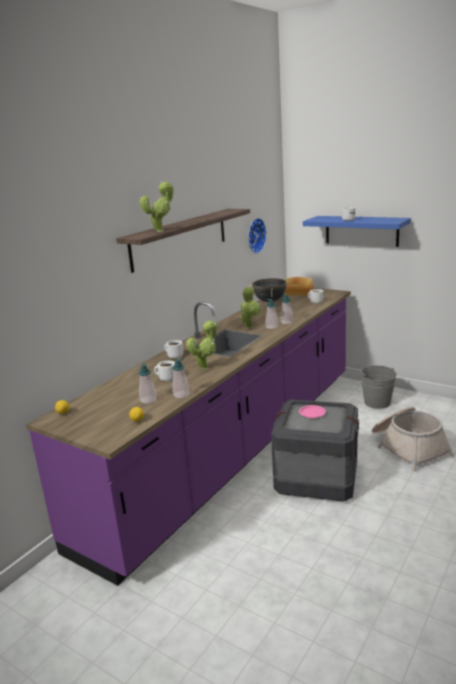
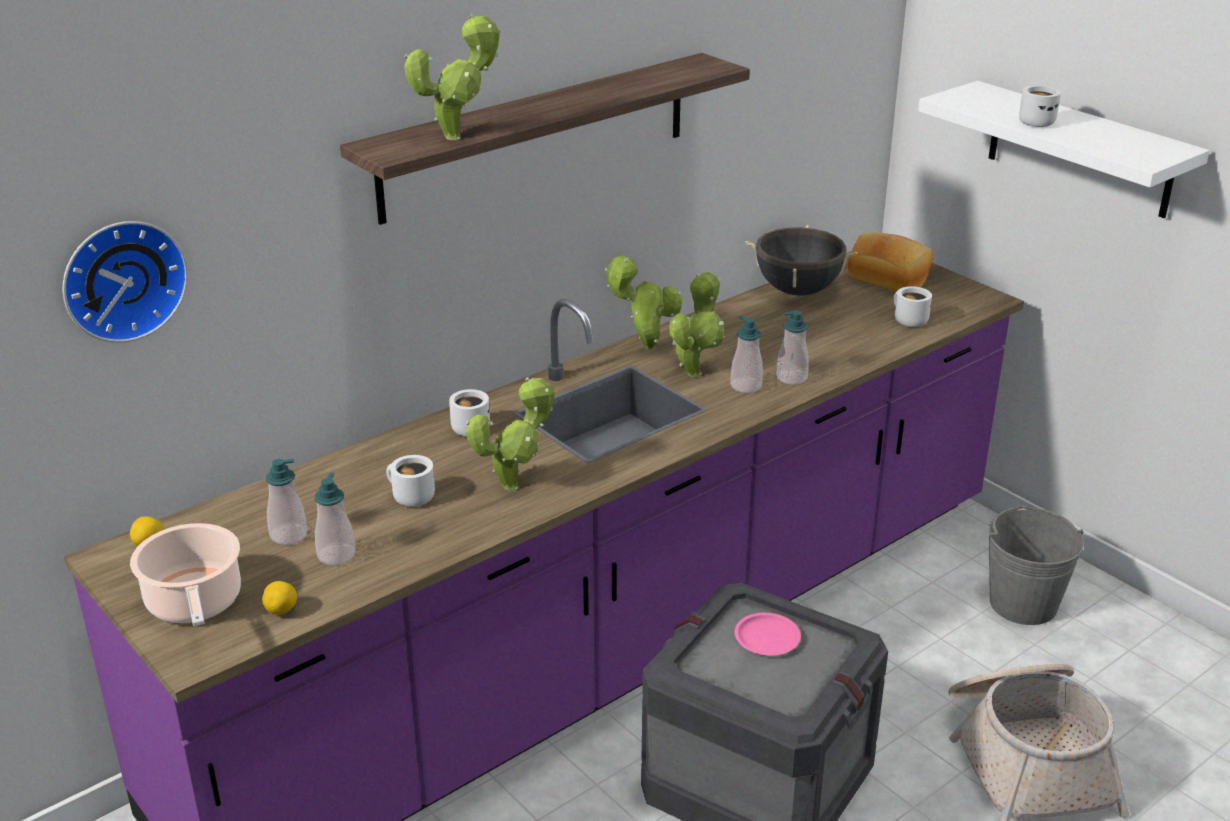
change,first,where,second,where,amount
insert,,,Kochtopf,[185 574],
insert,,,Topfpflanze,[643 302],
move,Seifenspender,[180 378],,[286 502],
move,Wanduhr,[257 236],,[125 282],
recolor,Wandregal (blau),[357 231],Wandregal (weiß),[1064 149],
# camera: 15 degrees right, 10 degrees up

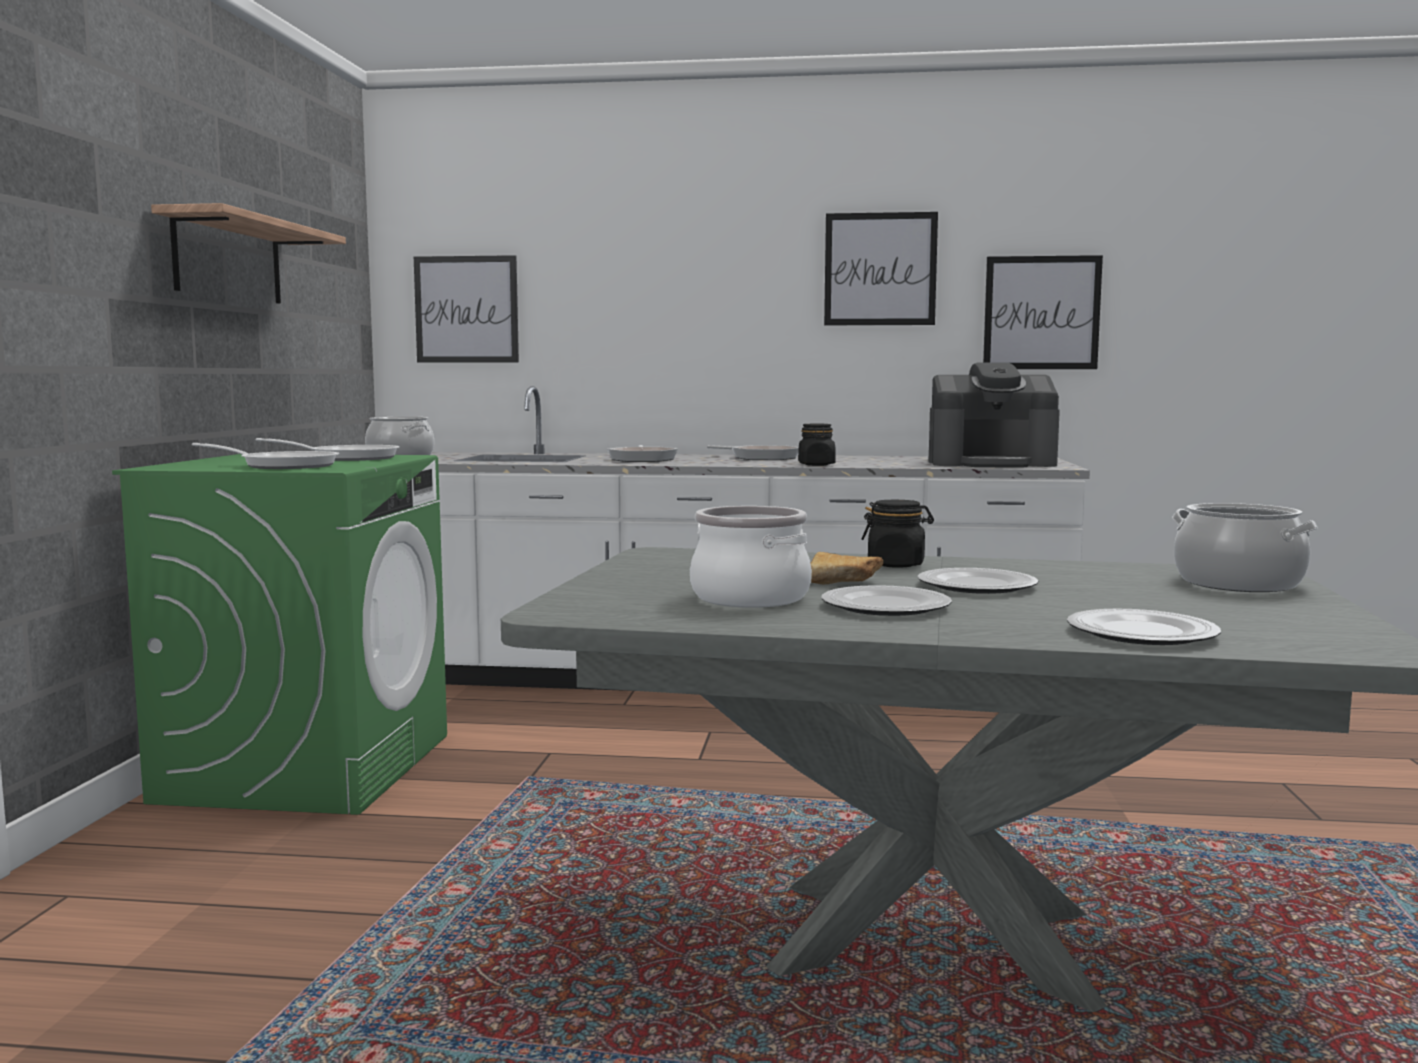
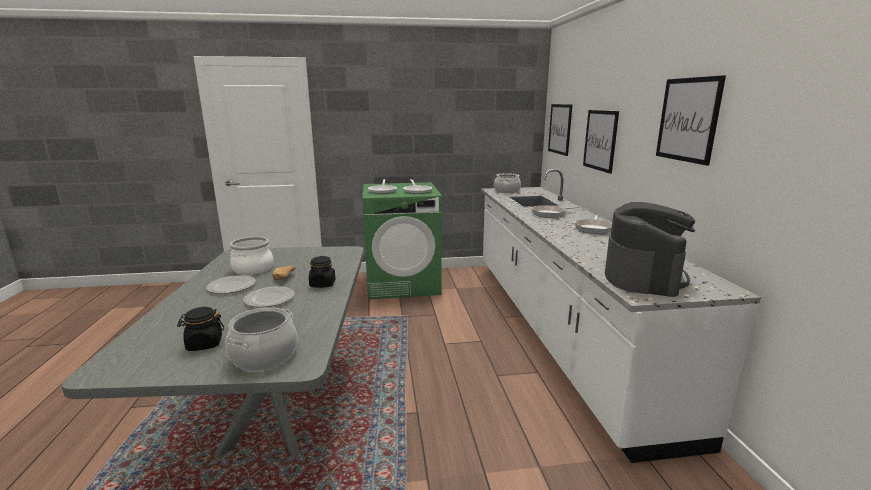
change,first,where,second,where,amount
delete,Wandregal,[248 253],,,
delete,Teller,[1144 627],,,
move,Vorratsglas (schwarz),[817 445],,[200 329],
move,Bild,[1043 312],,[601 142],
rotate,Kaffeemaschine,[994 415],,[650 249],150 degrees counterclockwise
# camera: 75 degrees right, 10 degrees up

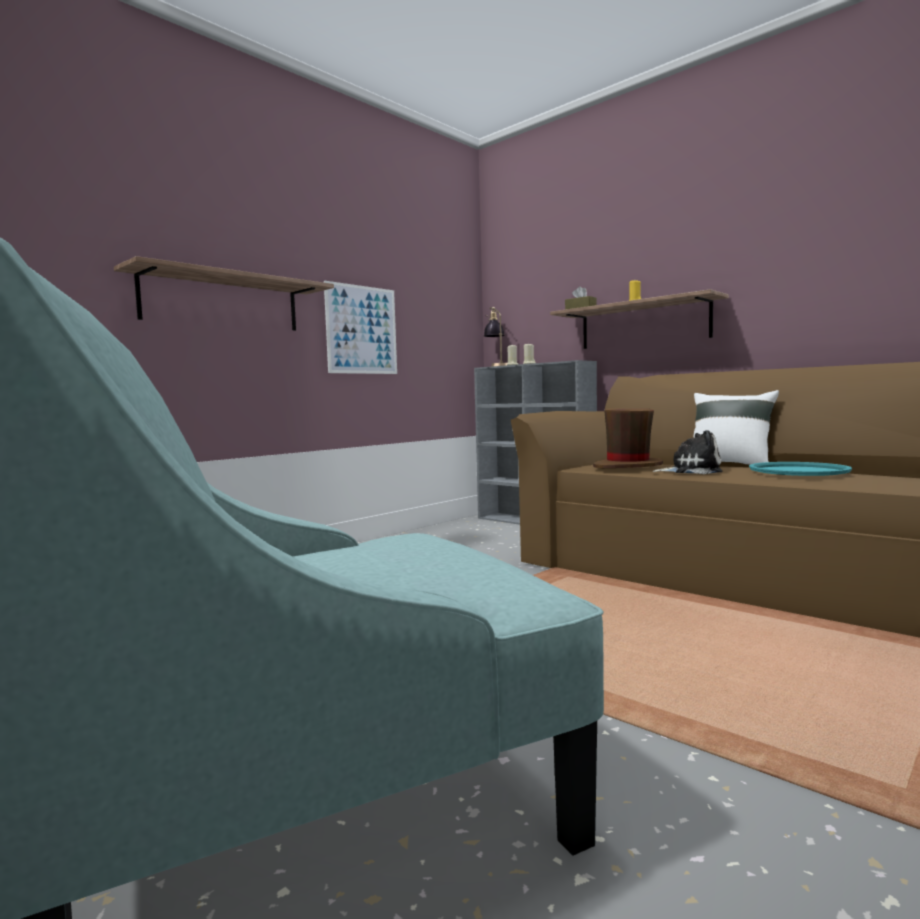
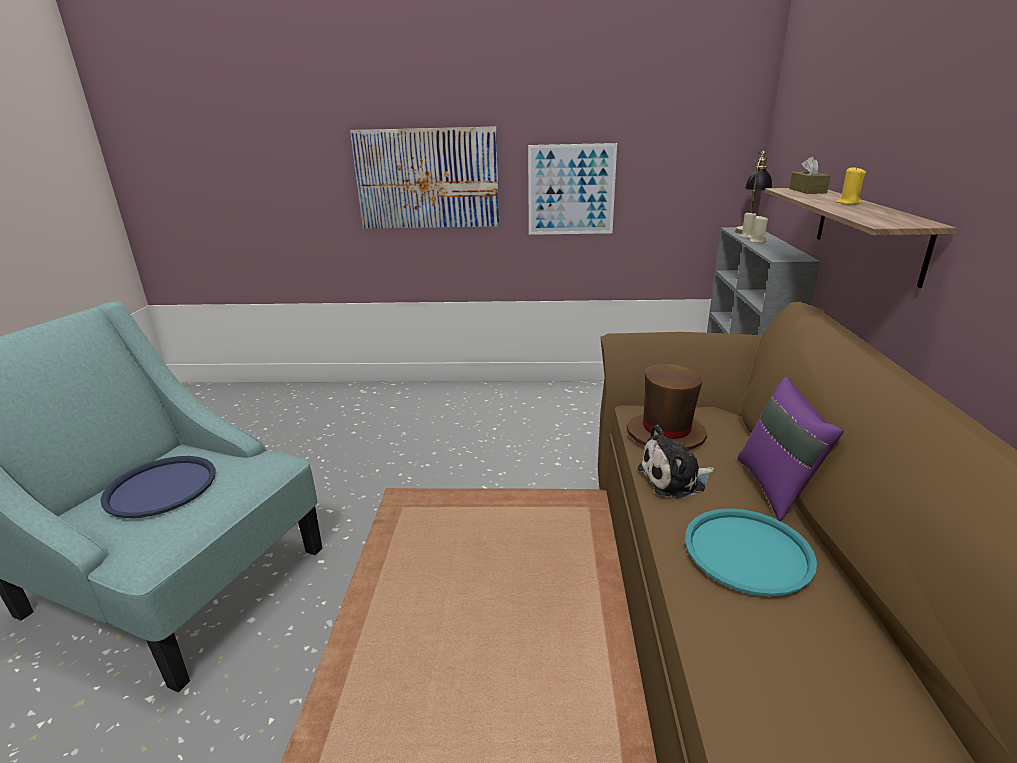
change,first,where,second,where,amount
insert,,,Tablett (blau),[158 487],
replace,Wandregal,[224 293],Bild,[424 177],
recolor,Kissen (weiß),[736 427],Kissen (lila),[790 449],
rotate,Plüschtier,[687 452],,[676 462],105 degrees clockwise
# camera: 50 degrees right, 20 degrees up

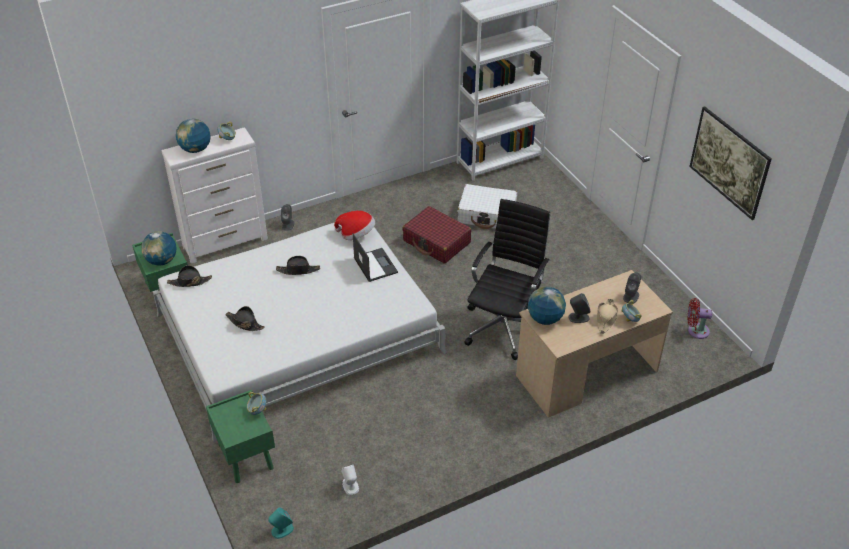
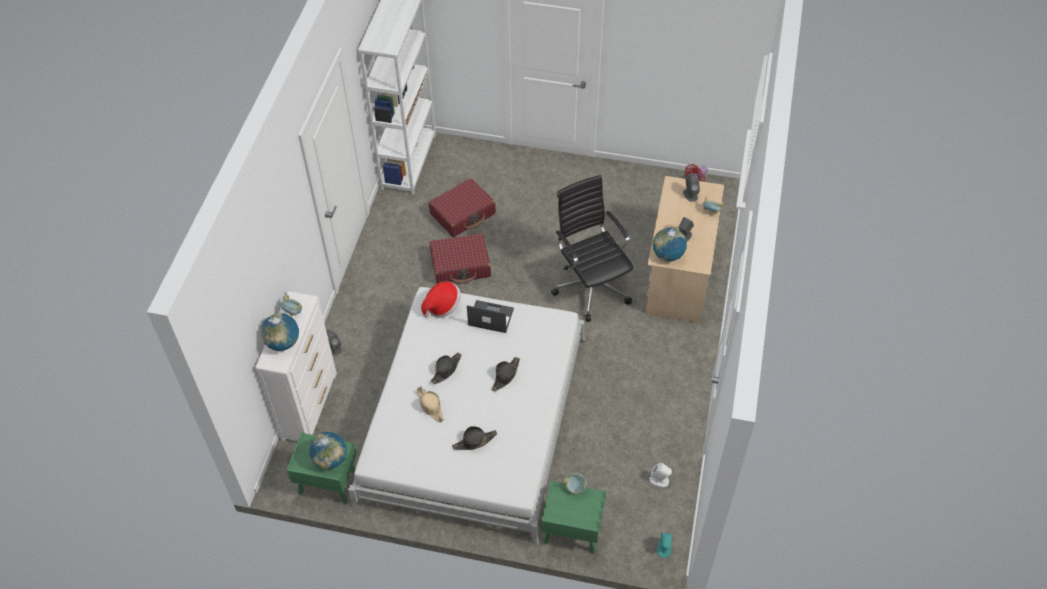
change,first,where,second,where,amount
delete,Bild,[730 163],,,
move,Hut (schwarz),[189 276],,[506 374],
move,Hut (beige),[607 316],,[430 405],
recolor,Koffer (weiß),[487 206],Koffer (rot),[462 207],
# camera: 50 degrees left, 10 degrees up

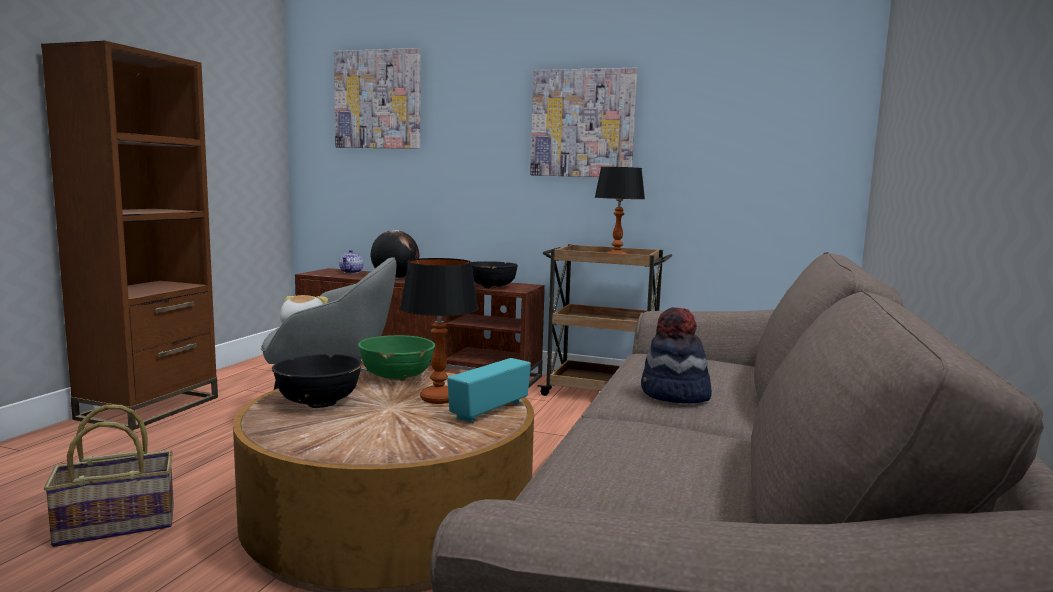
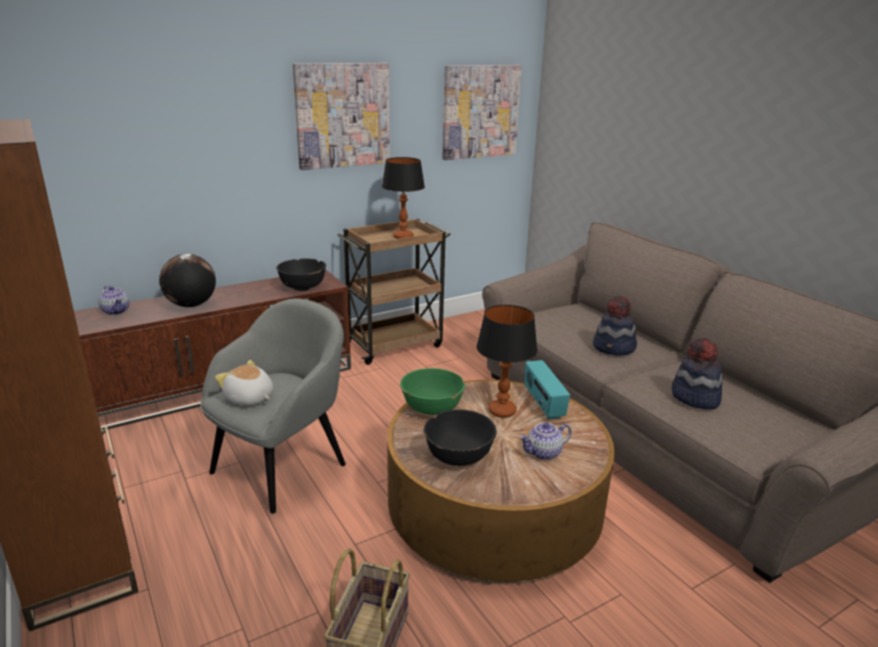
change,first,where,second,where,amount
insert,,,Teekanne,[545 441],
insert,,,Hut,[697 373],
move,Bild,[377 98],,[482 112],
# camera: 50 degrees left, 15 degrees up

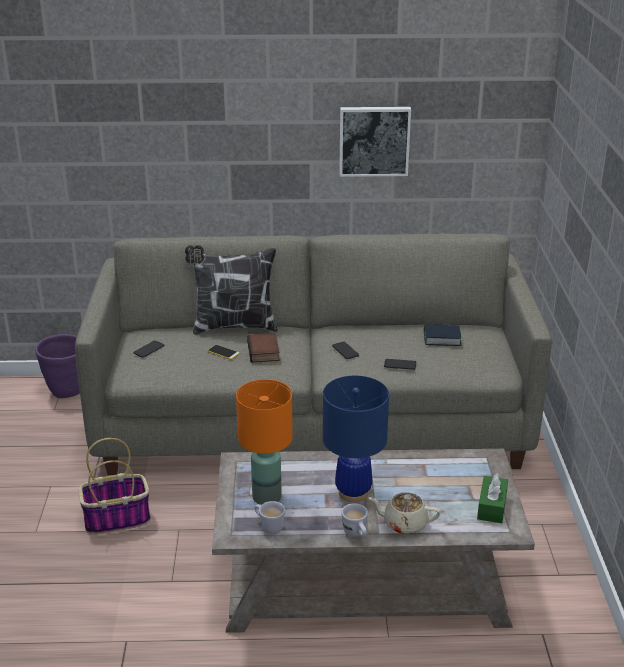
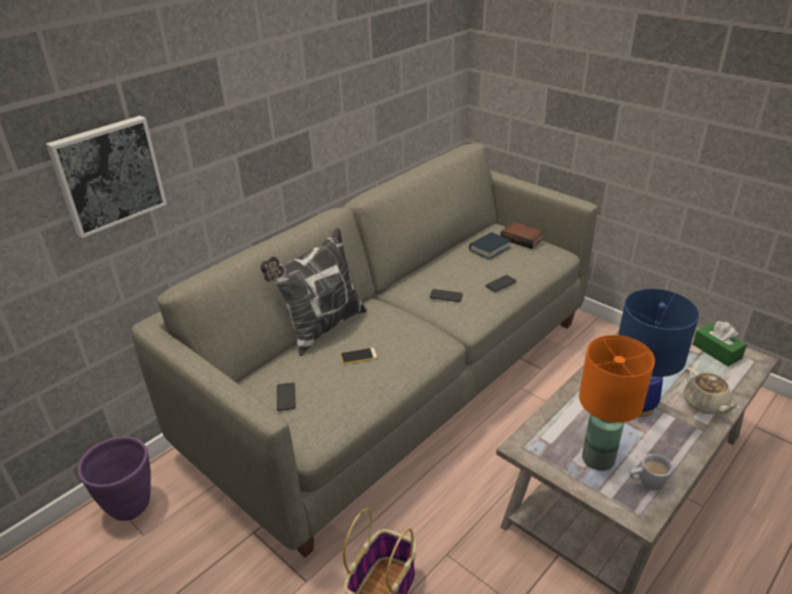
change,first,where,second,where,amount
delete,Henkelbecher (weiß),[354 520],,,
move,Buch,[263 348],,[522 235],
move,Bild,[375 142],,[106 177],
rotate,Teekanne (beige),[405 513],,[711 390],75 degrees counterclockwise
# camera: 45 degrees left, 5 degrees up

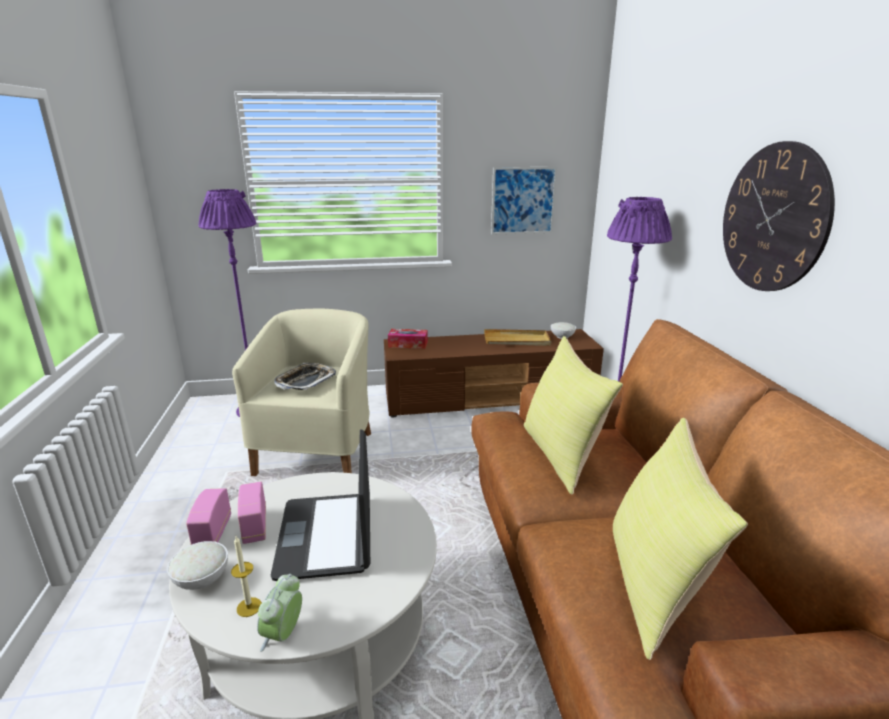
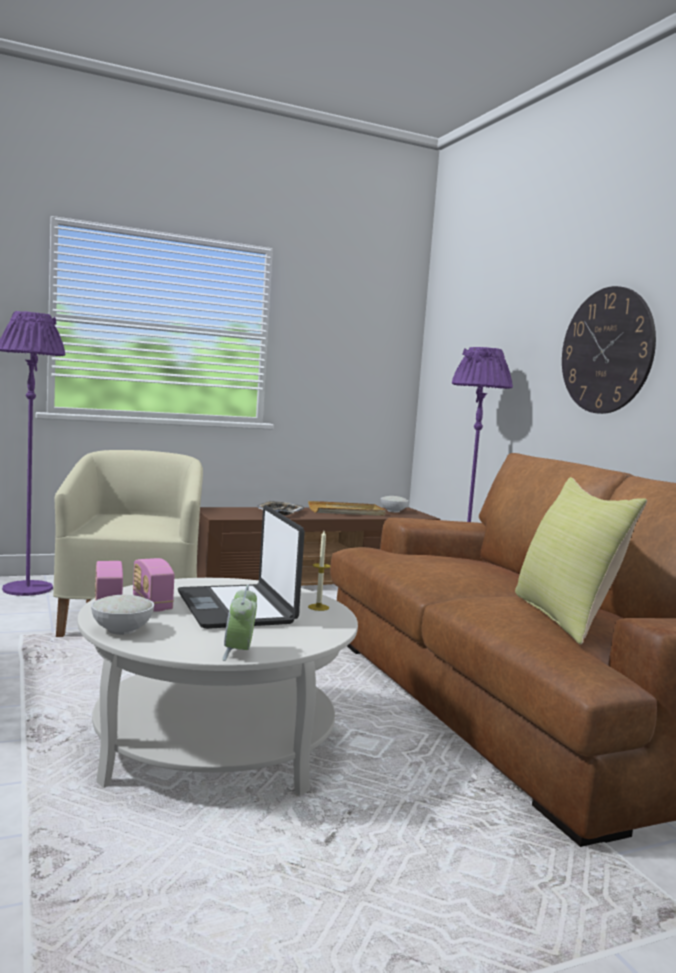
change,first,where,second,where,amount
delete,Taschentuchbox,[408 339],,,
delete,Bild,[524 201],,,
delete,Kissen (gelb),[573 415],,,
move,Kerze,[246 576],,[319 571],
move,Tablett,[305 376],,[280 508],
# camera: 15 degrees left, 15 degrees down

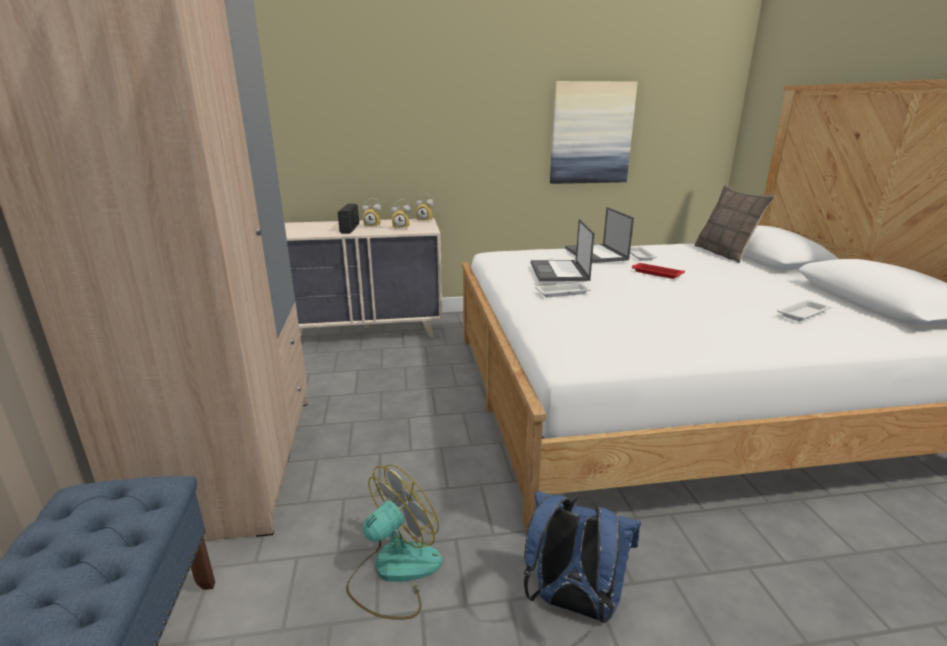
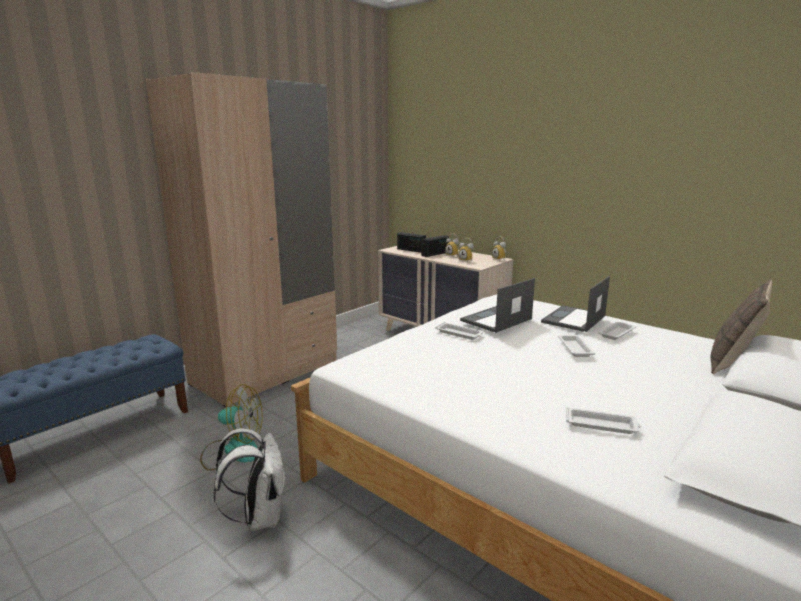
change,first,where,second,where,amount
delete,Bild,[594 132],,,
insert,,,Radio,[411 242],
recolor,Rucksack (blau),[582 557],Rucksack (weiß),[249 479],
recolor,Tablett (rot),[658 271],Tablett (weiß),[576 346],
# camera: 50 degrees right, 5 degrees down

